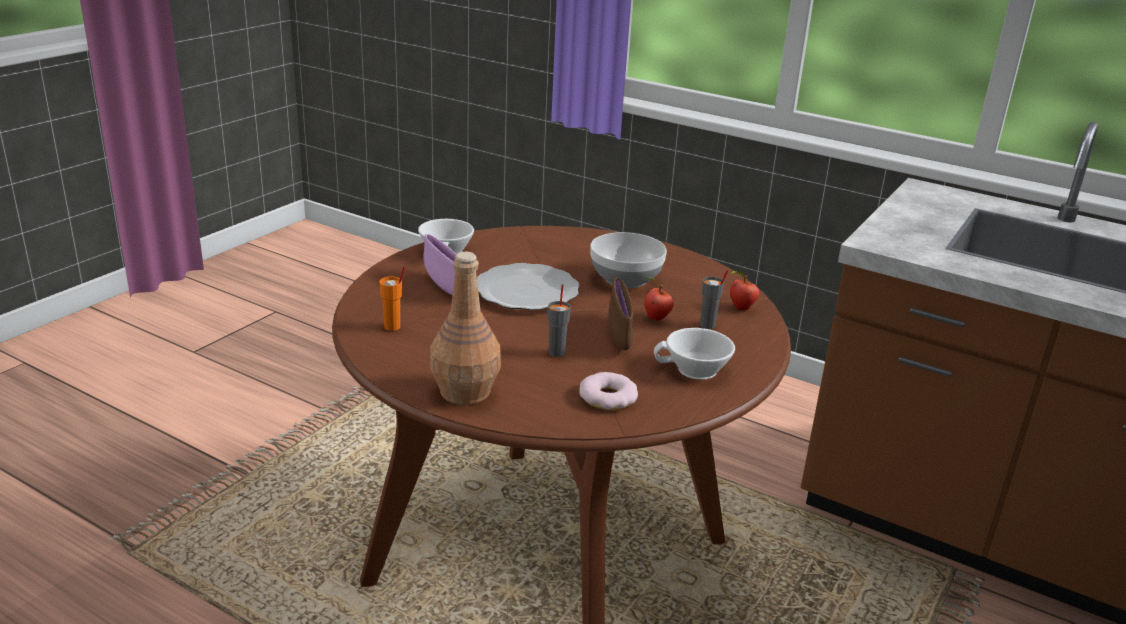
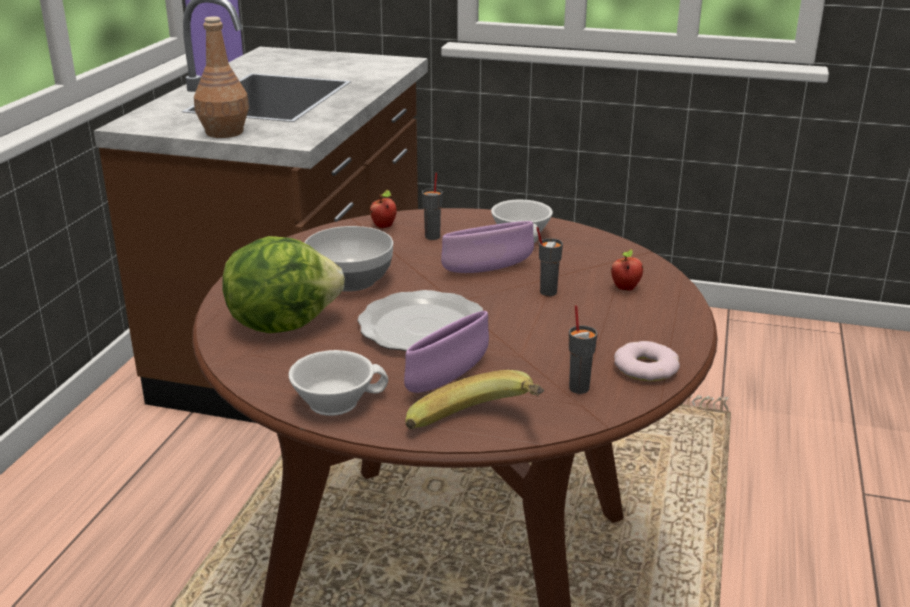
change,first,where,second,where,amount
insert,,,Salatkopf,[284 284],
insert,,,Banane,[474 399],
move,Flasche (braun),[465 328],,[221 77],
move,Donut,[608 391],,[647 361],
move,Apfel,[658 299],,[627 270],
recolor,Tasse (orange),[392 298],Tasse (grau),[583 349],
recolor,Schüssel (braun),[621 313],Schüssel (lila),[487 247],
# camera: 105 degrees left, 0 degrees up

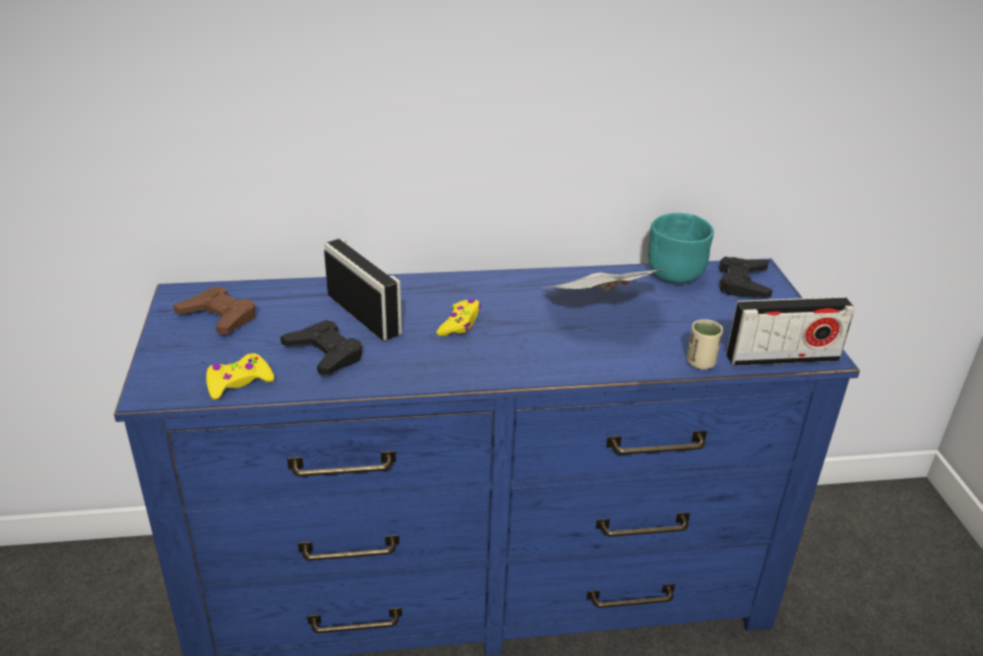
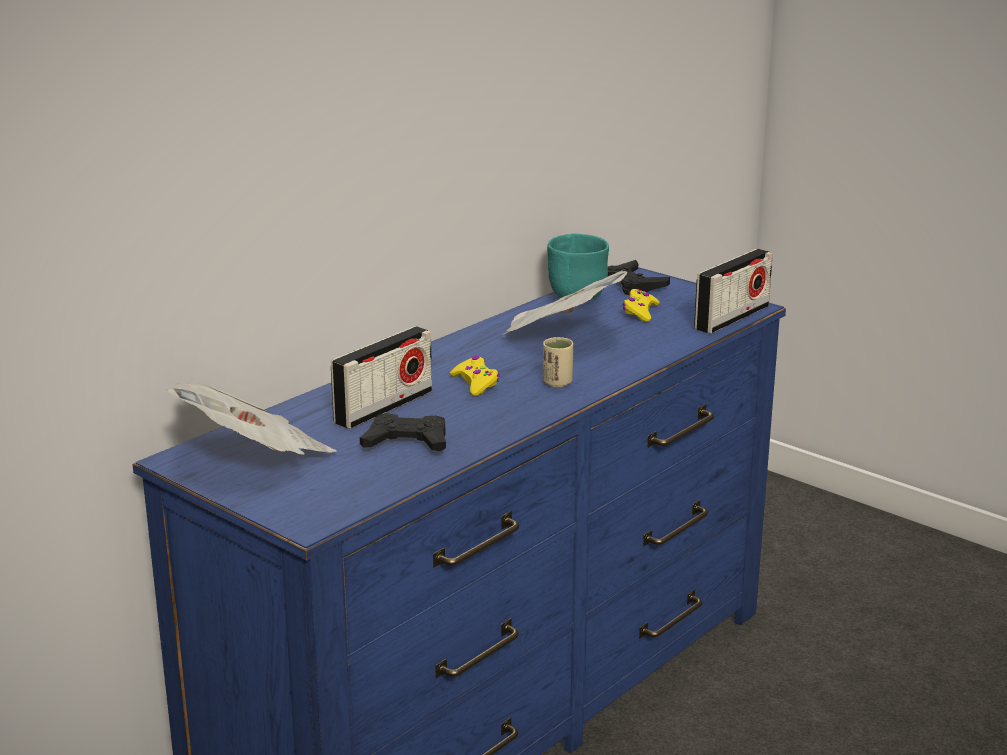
change,first,where,second,where,amount
move,Gamepad (gelb),[240 376],,[641 305],
move,Tasse (beige),[705 344],,[558 362],
replace,Gamepad (braun),[214 310],Zeitung,[251 419],
rotate,Radio,[363 289],,[381 377],120 degrees clockwise
# camera: 40 degrees left, 10 degrees down

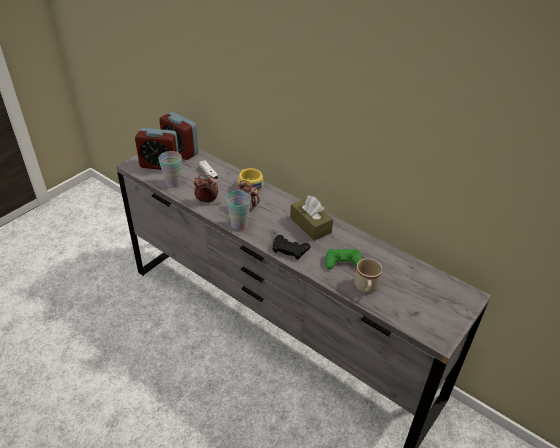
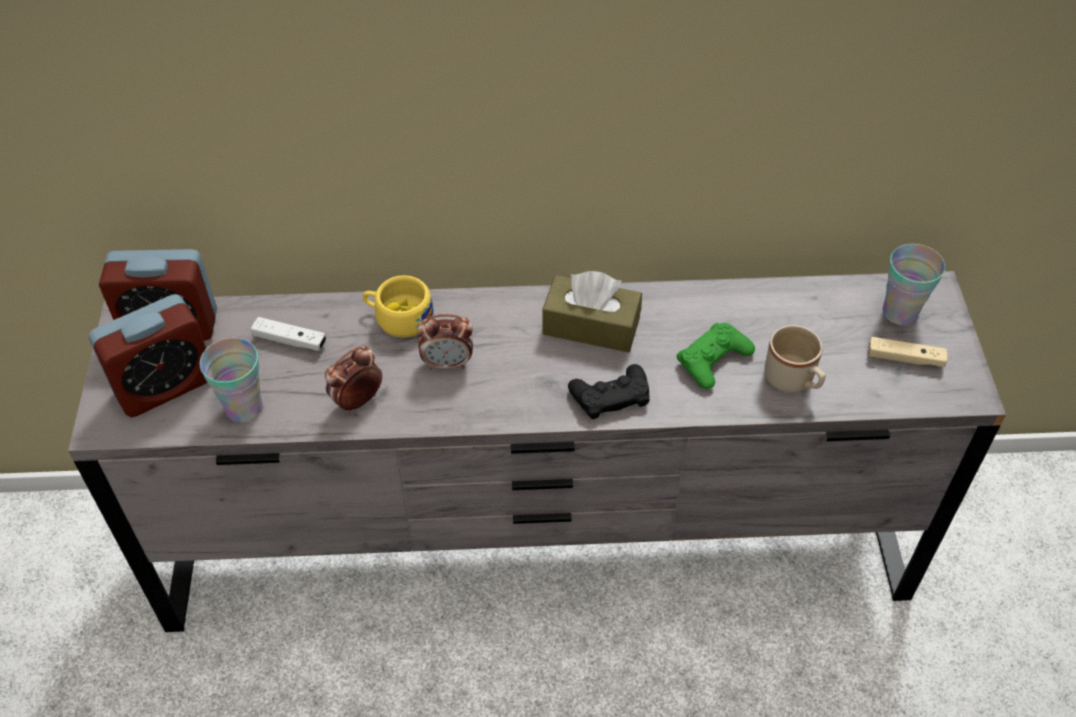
change,first,where,second,where,amount
insert,,,Gamepad (beige),[907 352],
move,Tasse,[238 210],,[914 284],
# camera: 40 degrees left, 10 degrees up

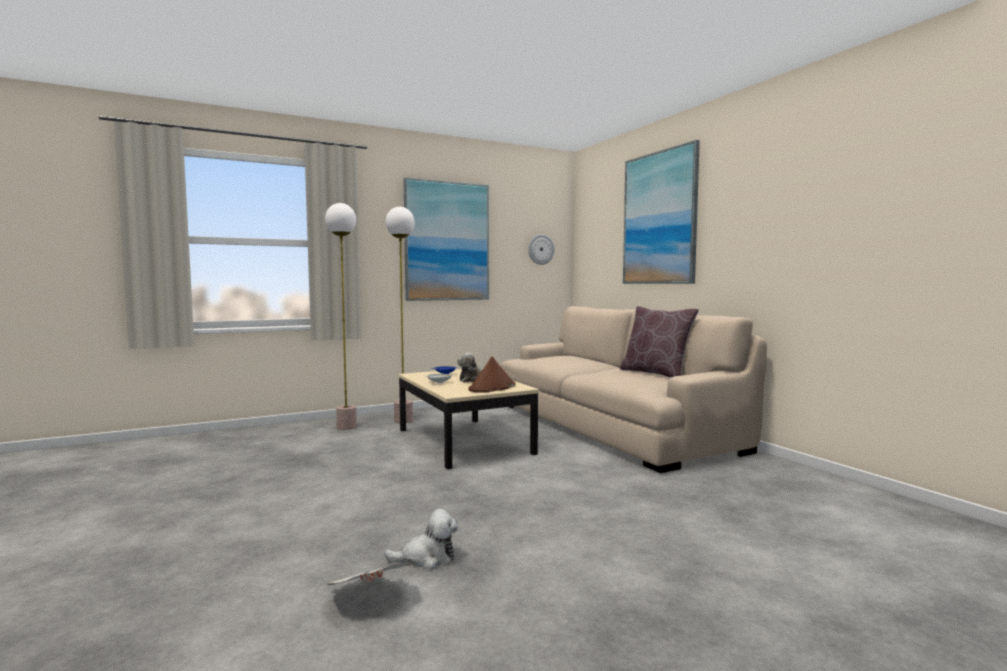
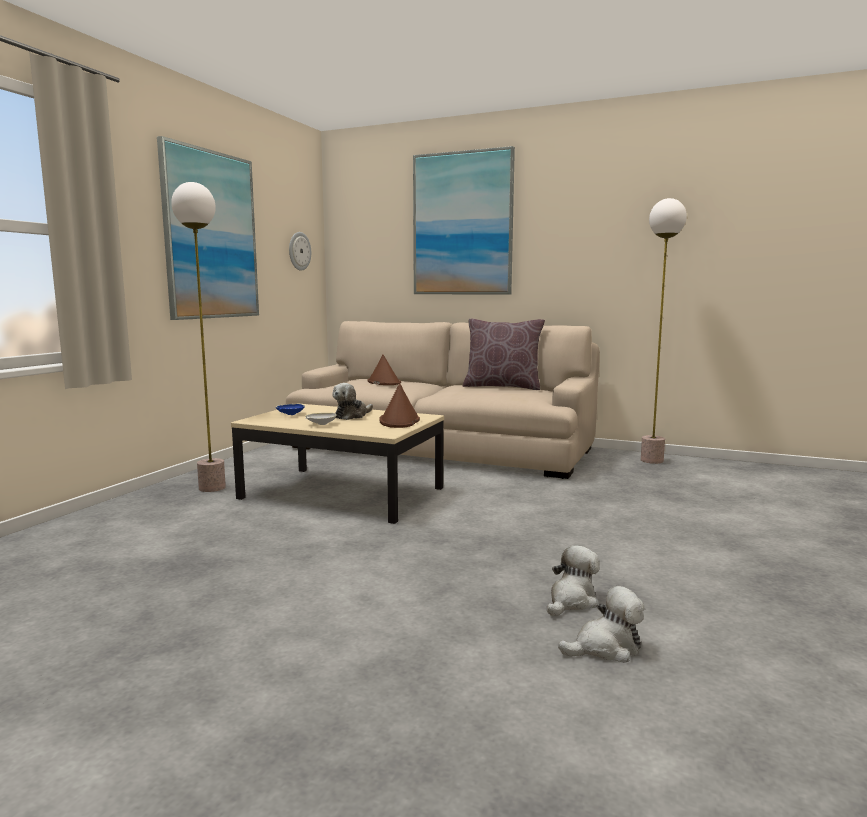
change,first,where,second,where,amount
insert,,,Hut (braun),[384 369],
move,Stehlampe,[341 316],,[664 331],
replace,Zeitung,[368 573],Plüschtier,[601 624],
# camera: 40 degrees left, 5 degrees up

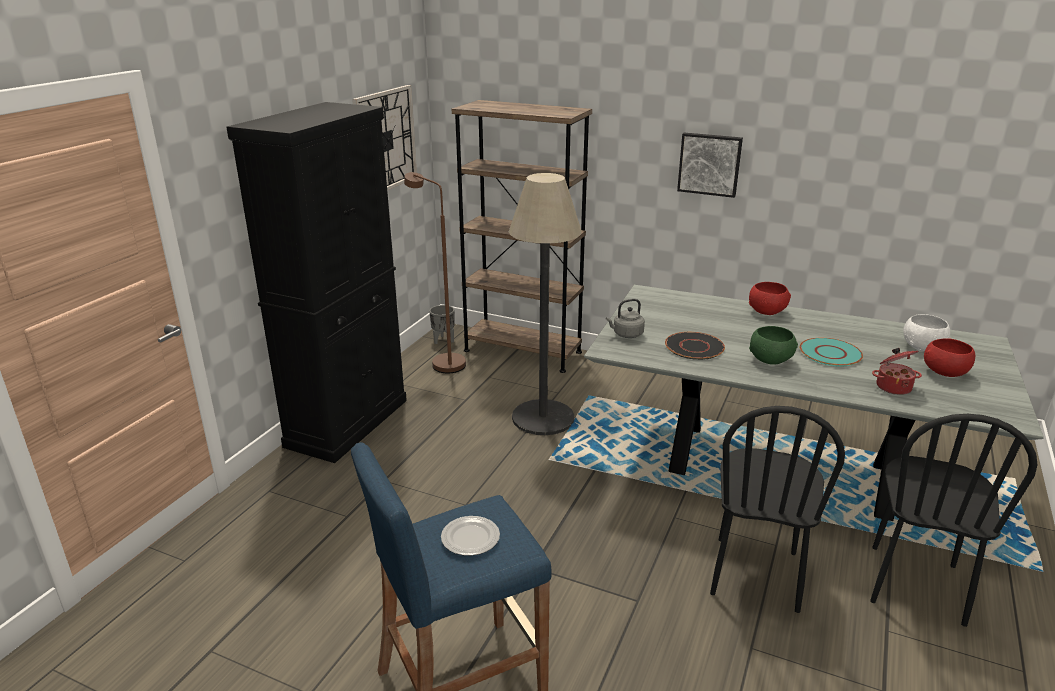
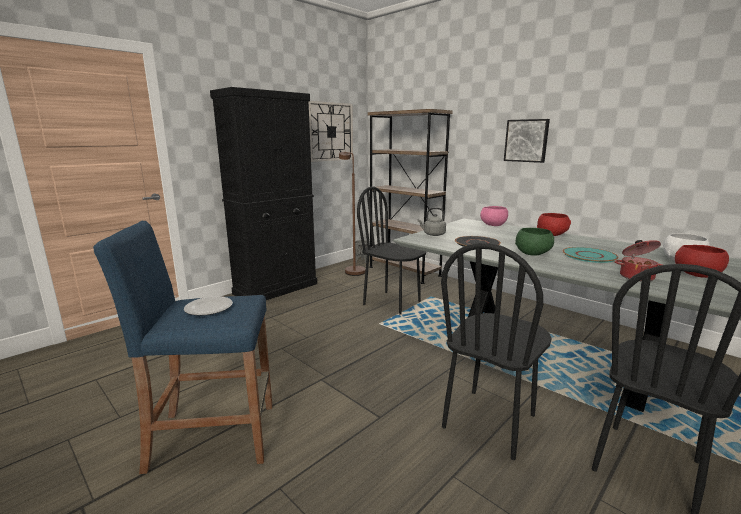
change,first,where,second,where,amount
insert,,,Schüssel (rosa),[494 216],
replace,Stehlampe,[545 304],Stuhl (schwarz),[391 251],
# camera: 20 degrees right, 10 degrees down

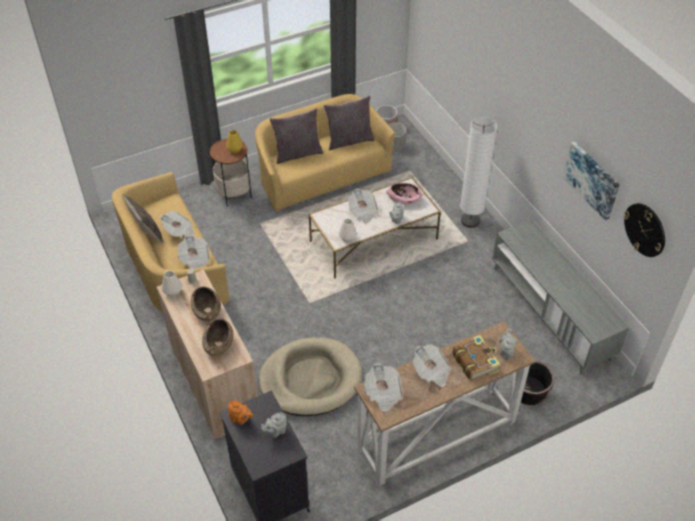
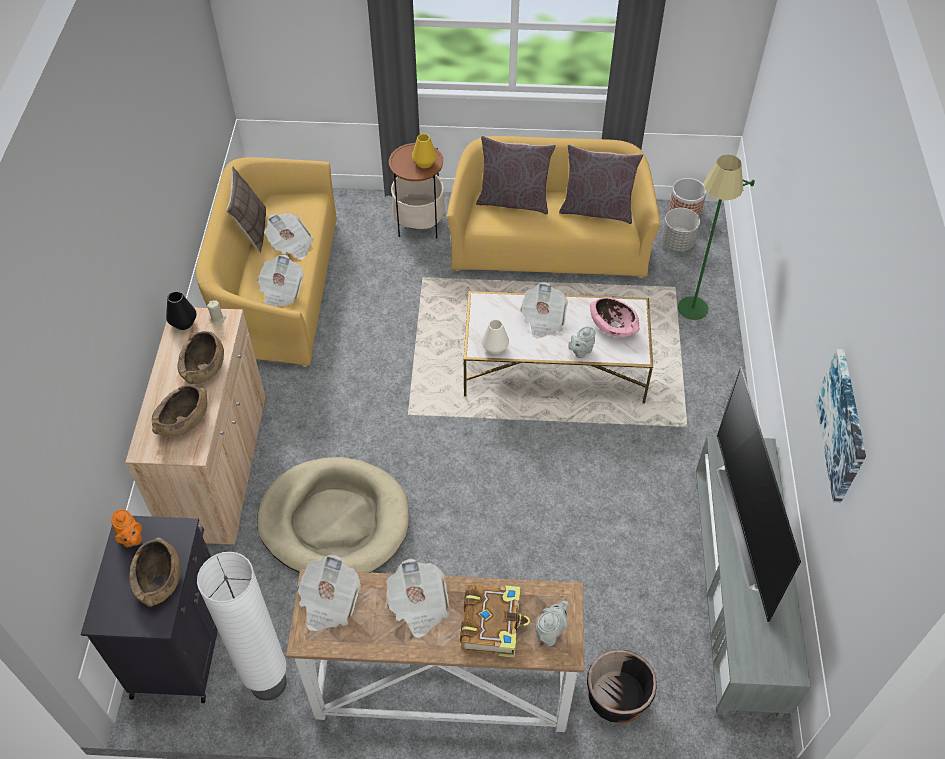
change,first,where,second,where,amount
delete,Wanduhr,[644 230],,,
insert,,,Stehlampe (grün),[716 237],
insert,,,Fernseher,[758 494],
move,Stehlampe (weiß),[479 172],,[241 626],
replace,Teekanne (grau),[274 425],Schüssel (braun),[155 572],
recolor,Vase (weiß),[171 284],Vase (schwarz),[181 310],
# camera: 30 degrees right, 5 degrees up

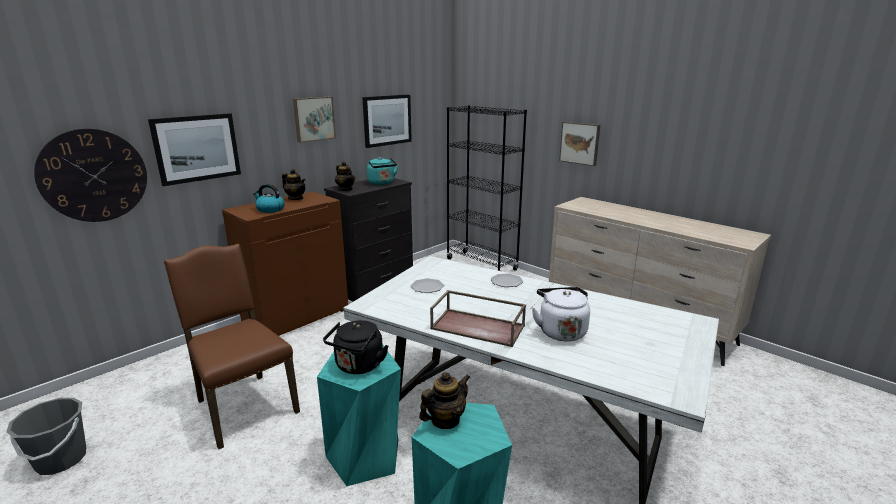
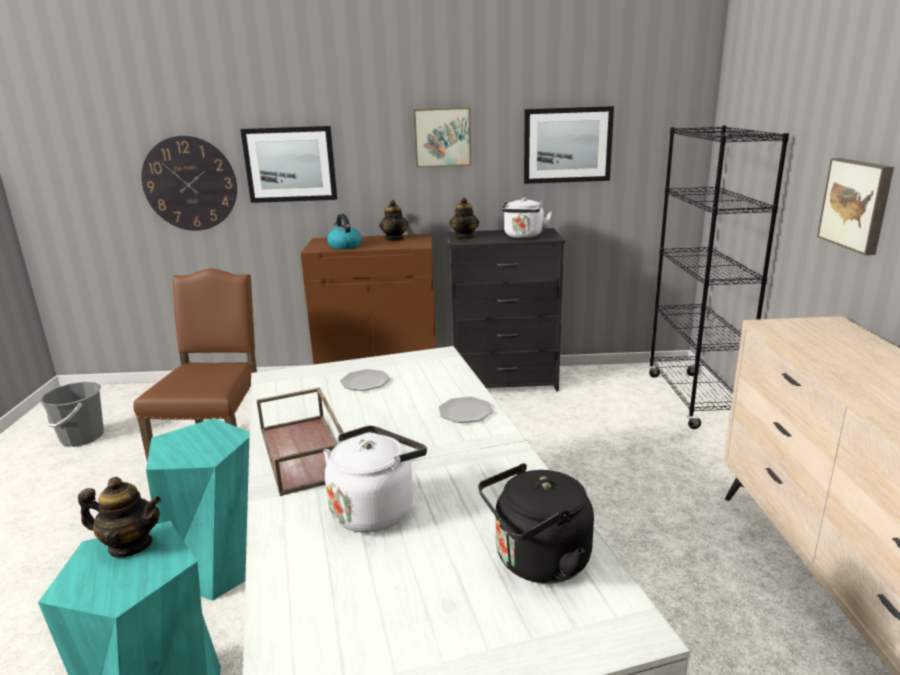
change,first,where,second,where,amount
move,Wasserkessel (schwarz),[355 347],,[536 523],
recolor,Wasserkessel (türkis),[382 171],Wasserkessel (weiß),[526 217],
# camera: 45 degrees right, 0 degrees up

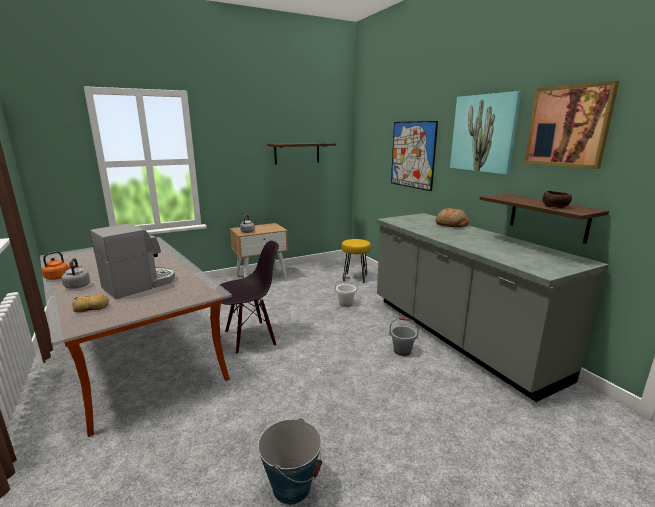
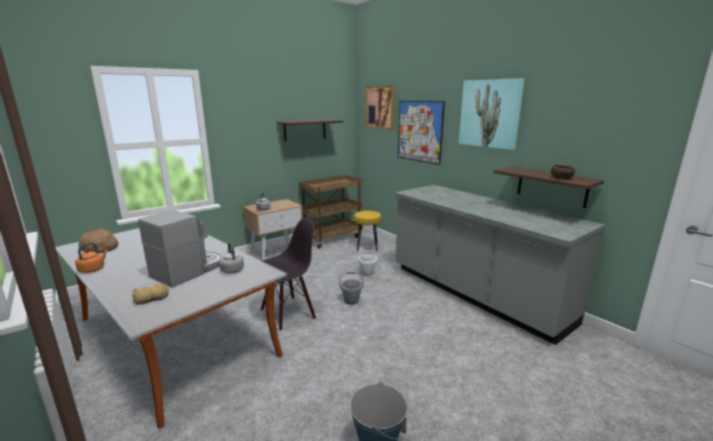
change,first,where,second,where,amount
insert,,,Rollwagen (braun),[331 211],
move,Wasserkessel (grau),[75 273],,[231 258],
move,Eimer (grau),[404 337],,[351 288],
move,Brot,[452 218],,[98 241],
move,Bild,[571 125],,[380 107],
# camera: 10 degrees left, 0 degrees up

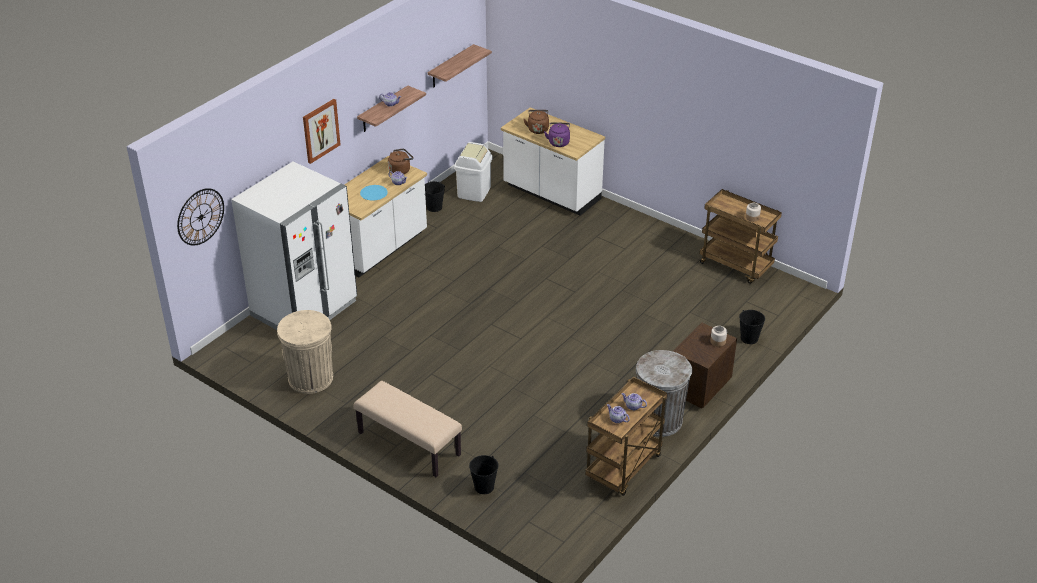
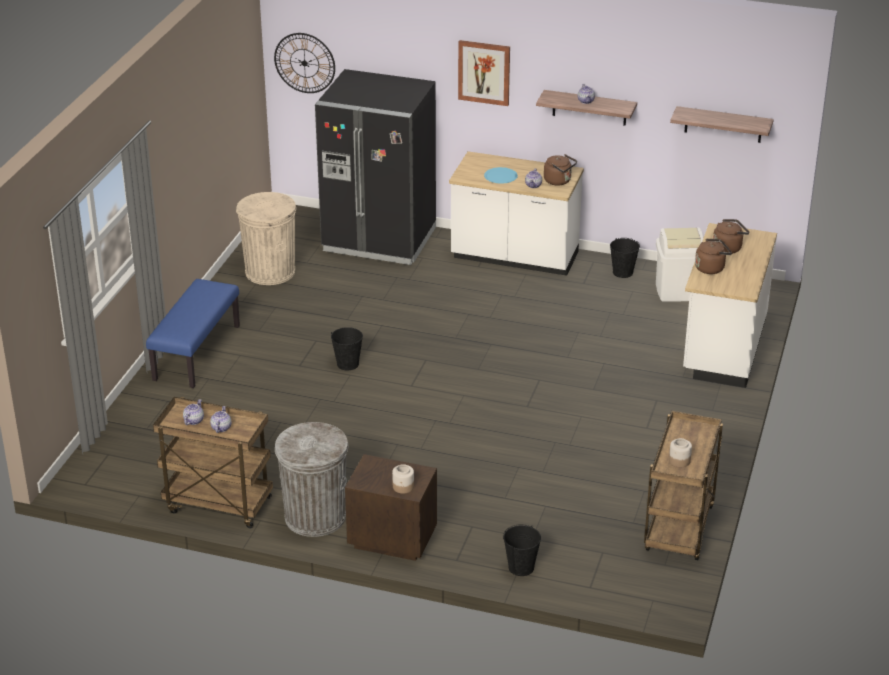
change,first,where,second,where,amount
move,Eimer (schwarz),[484 474],,[347 349],
recolor,Kühlschrank (weiß),[294 246],Kühlschrank (schwarz),[375 167],
recolor,Bank (beige),[408 429],Bank (blau),[193 333],
recolor,Wasserkessel (lila),[557 134],Wasserkessel (braun),[713 256],
# camera: 70 degrees right, 5 degrees down

